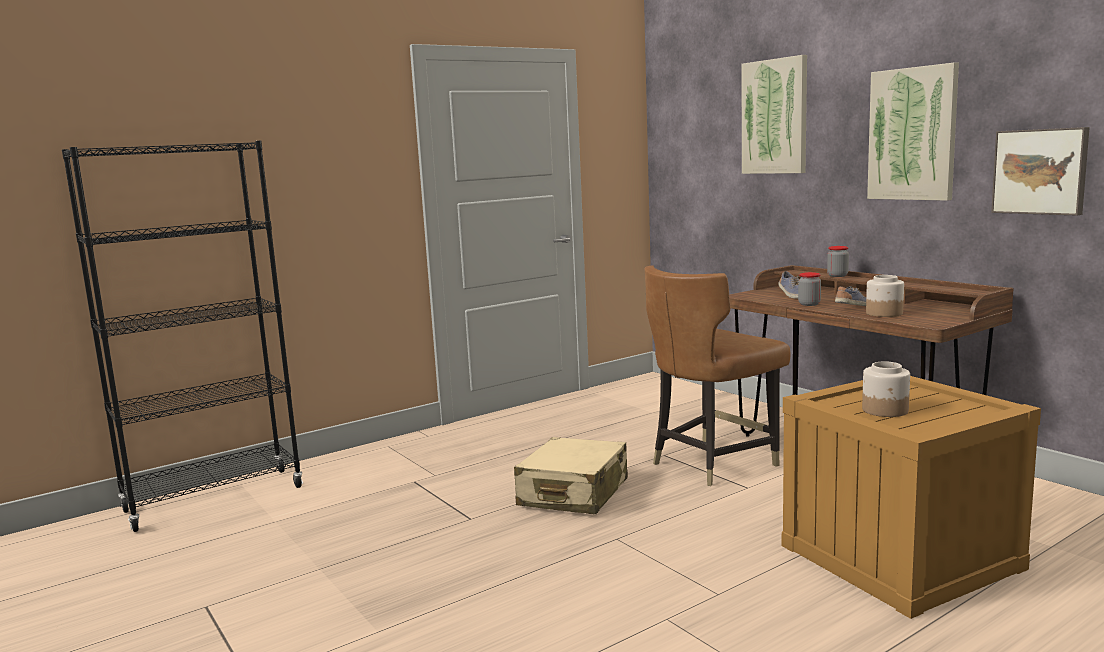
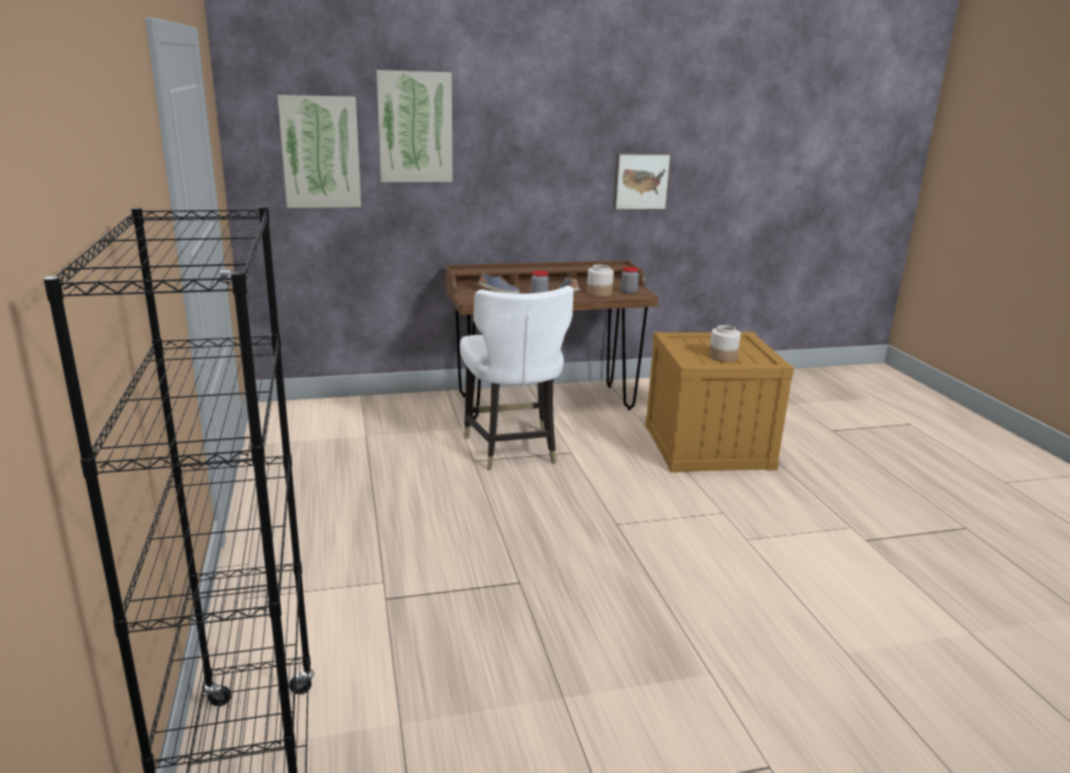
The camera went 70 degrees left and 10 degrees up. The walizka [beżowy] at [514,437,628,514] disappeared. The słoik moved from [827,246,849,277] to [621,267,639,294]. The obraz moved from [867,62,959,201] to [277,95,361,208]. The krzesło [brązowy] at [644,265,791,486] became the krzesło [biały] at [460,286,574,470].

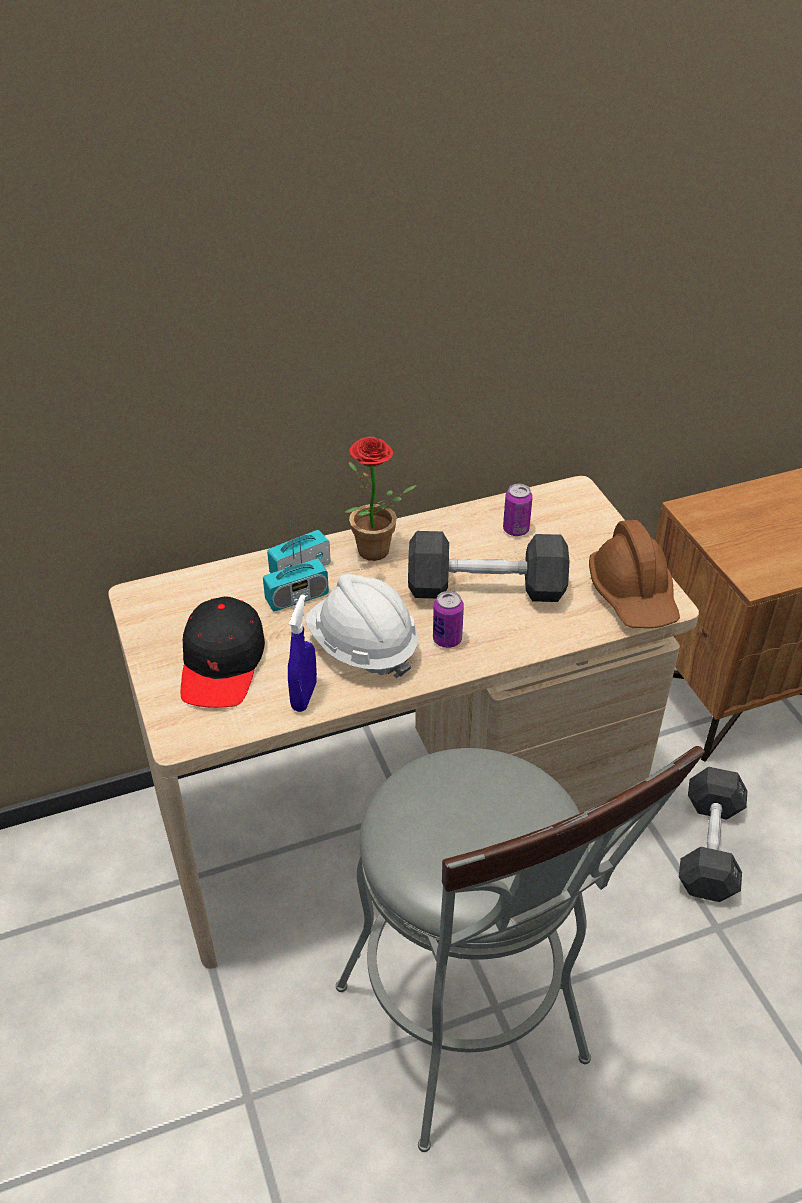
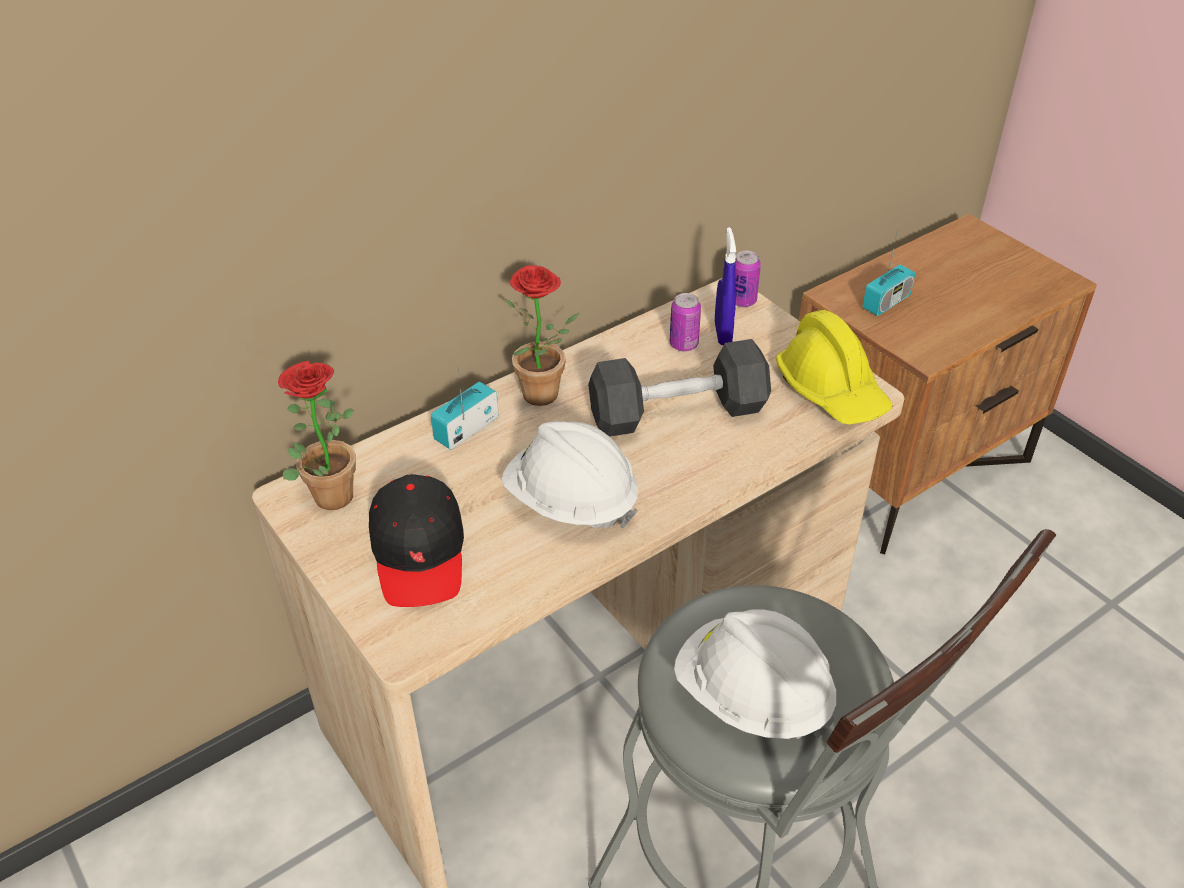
The camera went 15 degrees left and 0 degrees up. The hantel [szary] at [679,767,747,902] disappeared. The roślina doniczkowa at [278,361,356,510] appeared. The kask [biały] at [674,610,836,739] appeared. The radio moved from [263,521,329,612] to [862,224,915,316]. The spryskiwacz [niebieski] moved from [288,594,317,712] to [715,227,736,345]. The puszka moved from [433,591,464,648] to [735,251,761,307]. The kask [brązowy] at [589,520,680,628] became the kask [żółty] at [776,310,893,424].

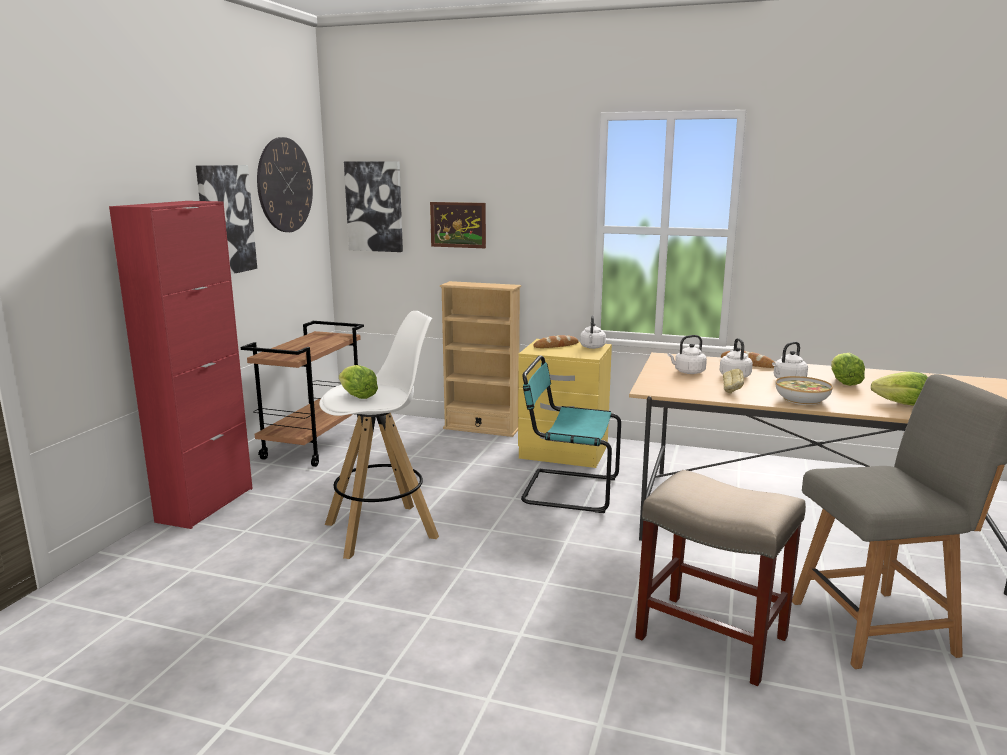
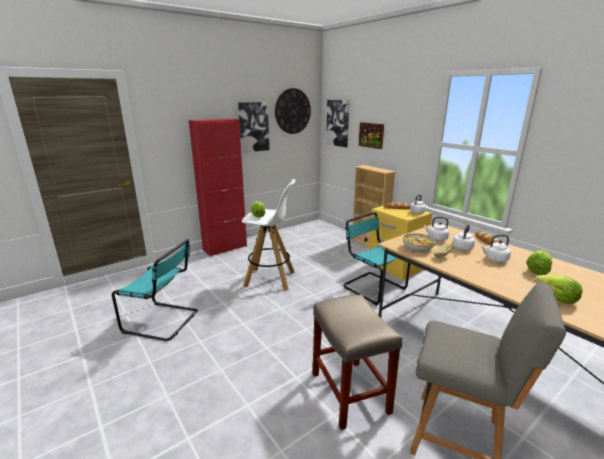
The camera went 35 degrees right and 5 degrees up. The wózek [brązowy] at [241,321,364,467] disappeared. The krzesło [turkusowy] at [112,239,198,341] appeared. The miska moved from [776,376,833,405] to [403,233,436,253].

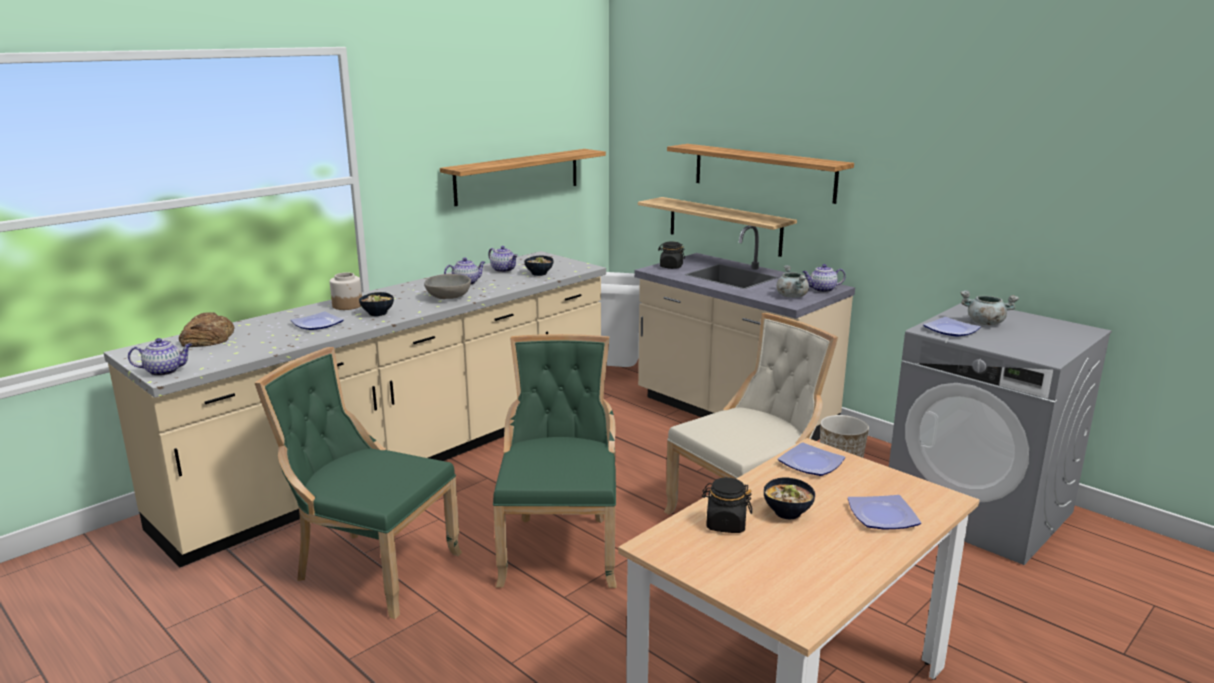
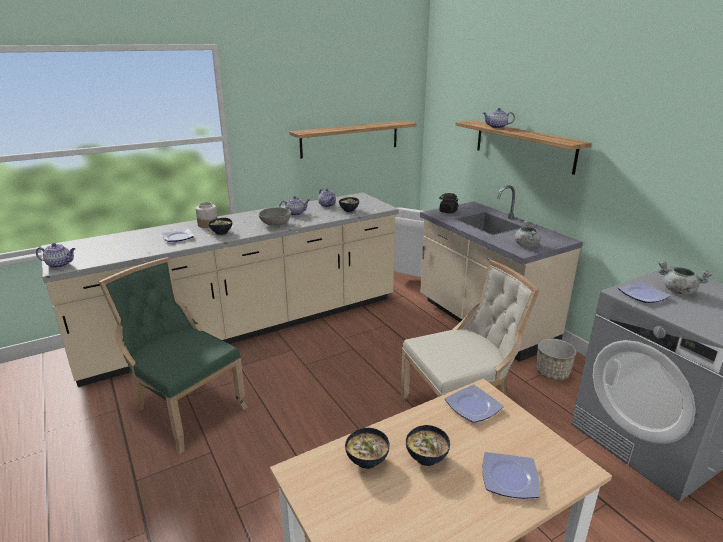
The camera went 15 degrees right and 5 degrees up. The chleb at [179,312,234,347] disappeared. The krzesło [zielony] at [493,334,617,588] disappeared. The półka at [638,197,797,257] disappeared. The imbryk moved from [803,264,846,292] to [483,108,515,129]. The słoik [czarny] at [702,477,752,533] was replaced by the miska at [345,428,390,469].

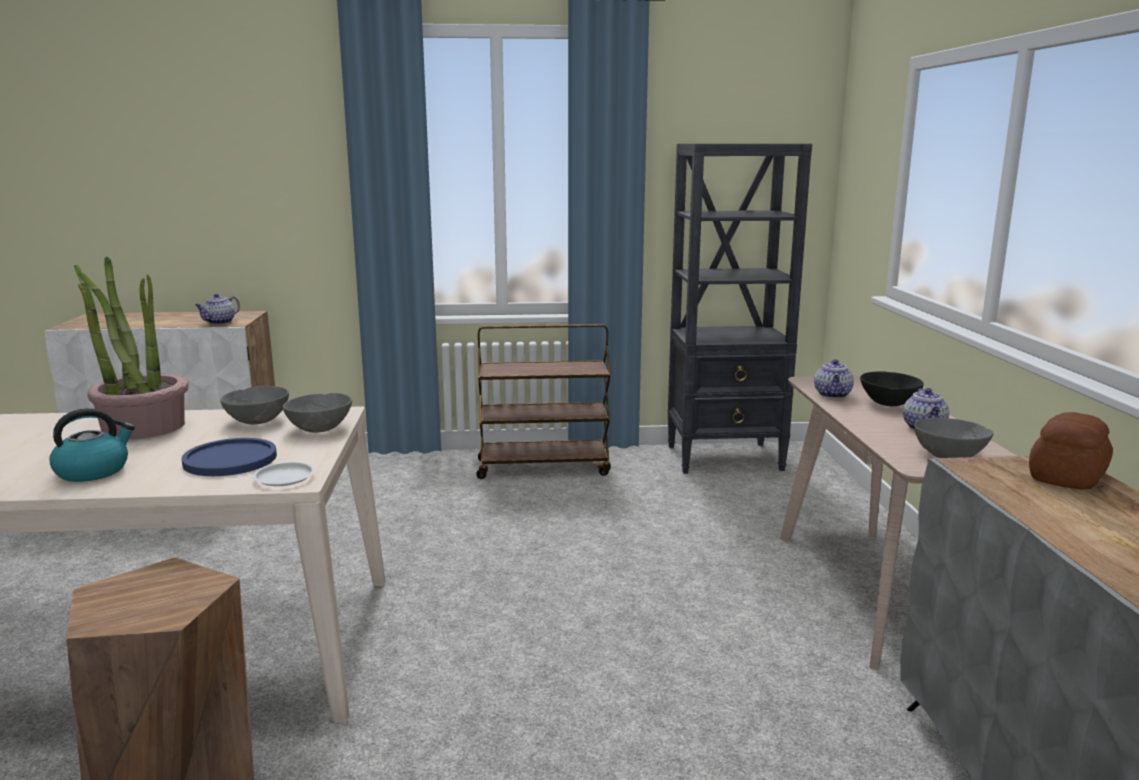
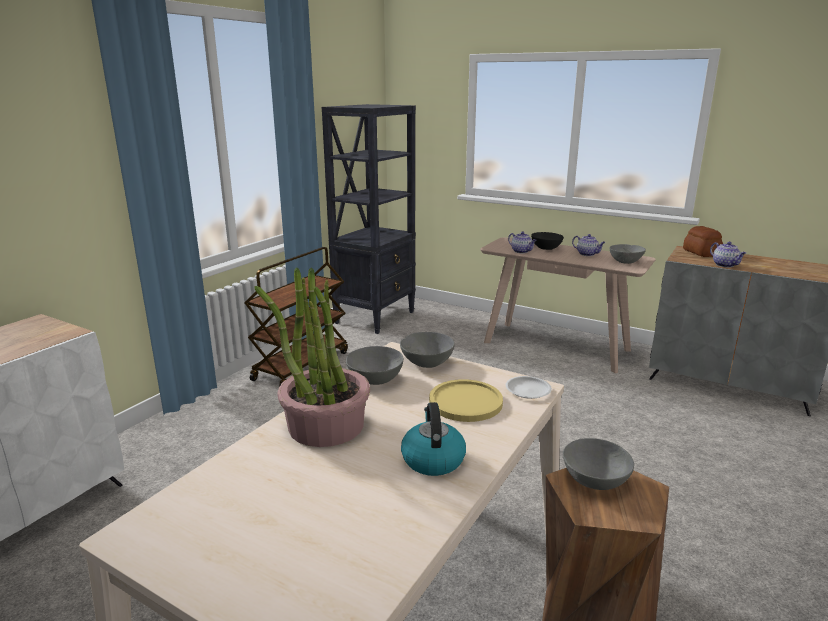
The camera went 55 degrees left and 5 degrees up. The miska [szary] at [563,438,634,490] appeared. The imbryk moved from [195,293,240,324] to [710,242,746,268]. The talerz [niebieski] at [181,438,277,476] became the talerz [żółty] at [429,379,503,422].

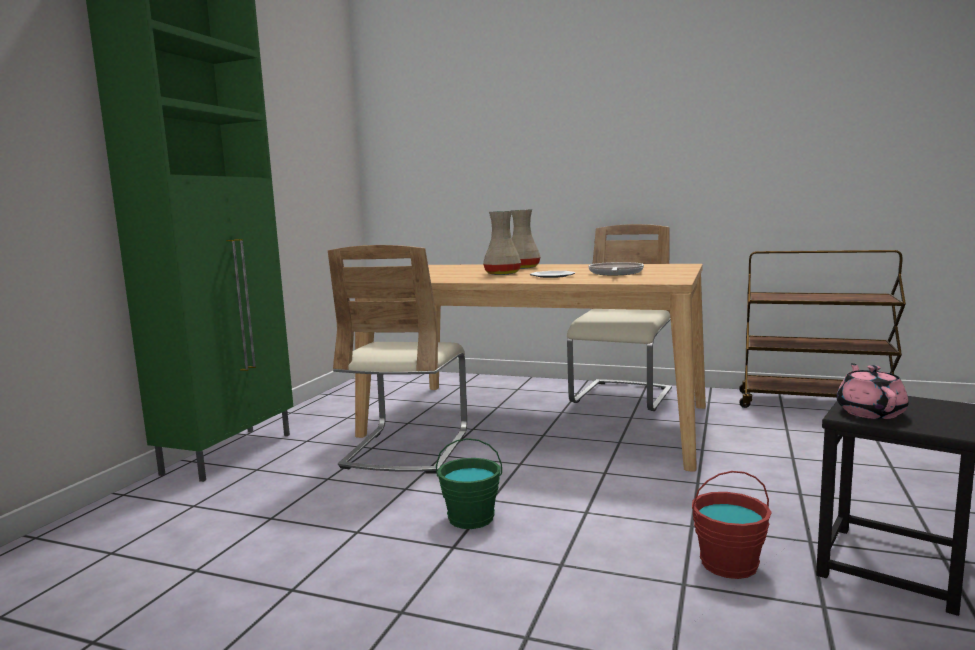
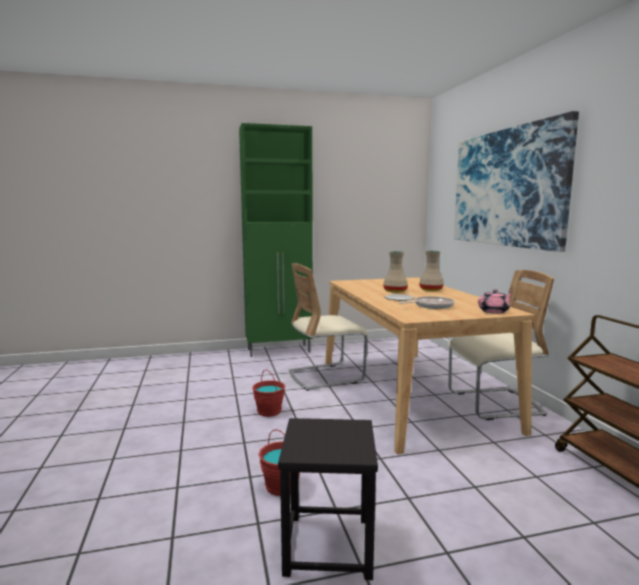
The camera went 55 degrees right and 0 degrees up. The obraz at [454,111,579,252] appeared. The imbryk [różowy] moved from [837,363,909,419] to [478,289,513,314]. The wiadro [zielony] at [436,438,502,529] became the wiadro [czerwony] at [252,369,285,417].

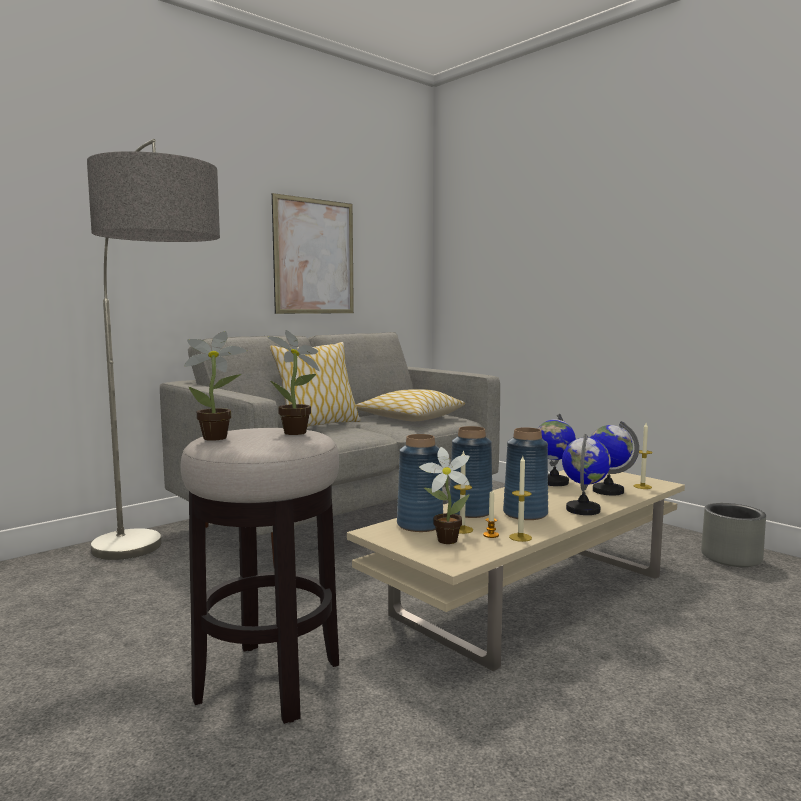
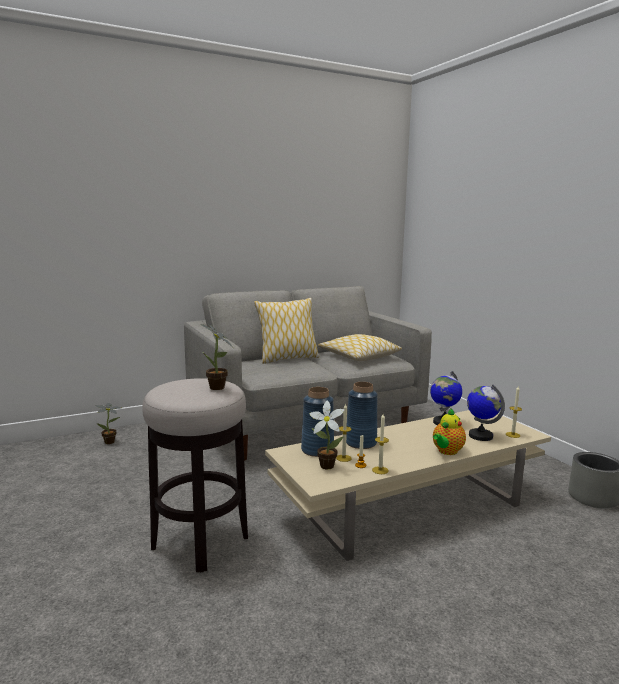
The camera went 15 degrees right and 5 degrees up. The lampa stojąca at [87,139,220,560] disappeared. The obraz at [272,193,354,314] disappeared. The wazon [niebieski] at [503,427,548,520] disappeared. The roślina doniczkowa moved from [184,331,247,441] to [95,403,121,444]. The globus at [562,434,611,515] was replaced by the imbryk at [433,408,466,455].

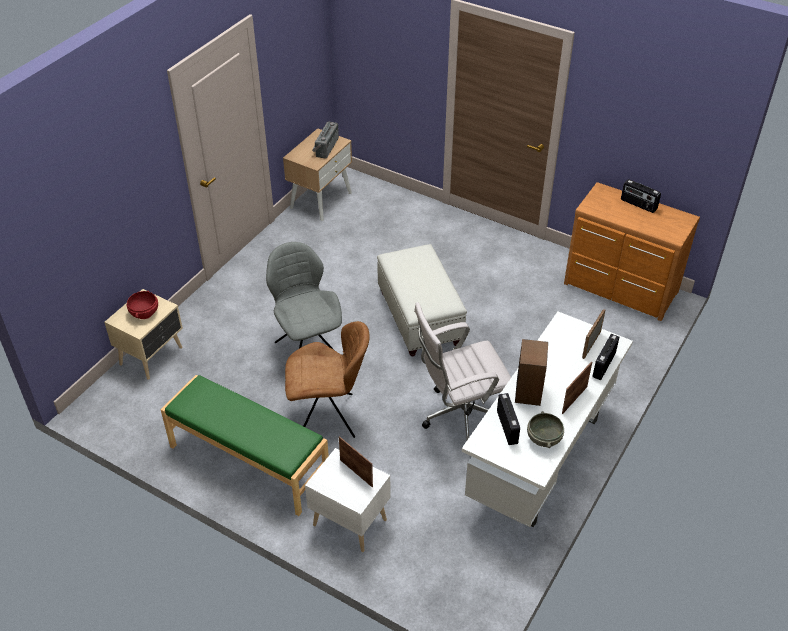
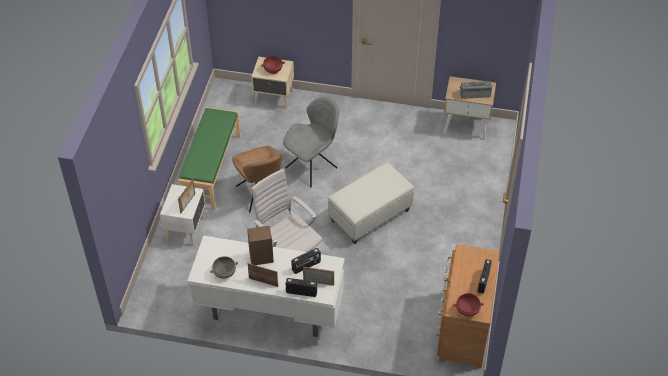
The camera went 70 degrees right and 5 degrees up. The miska [czerwony] at [453,293,484,317] appeared. The radio moved from [497,393,520,445] to [291,248,321,274].

